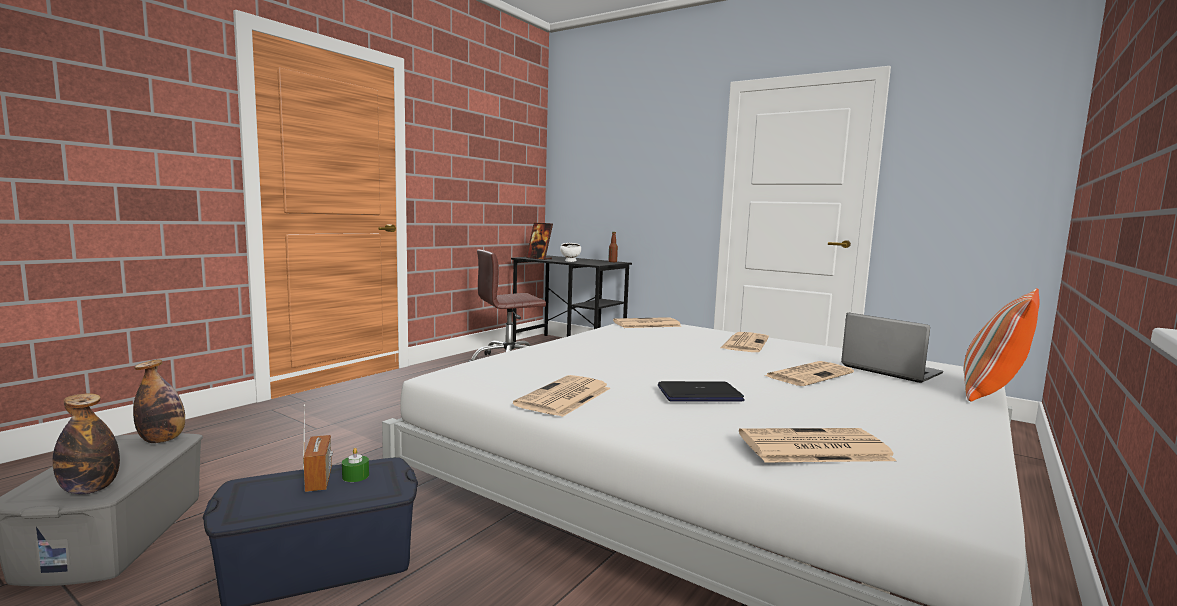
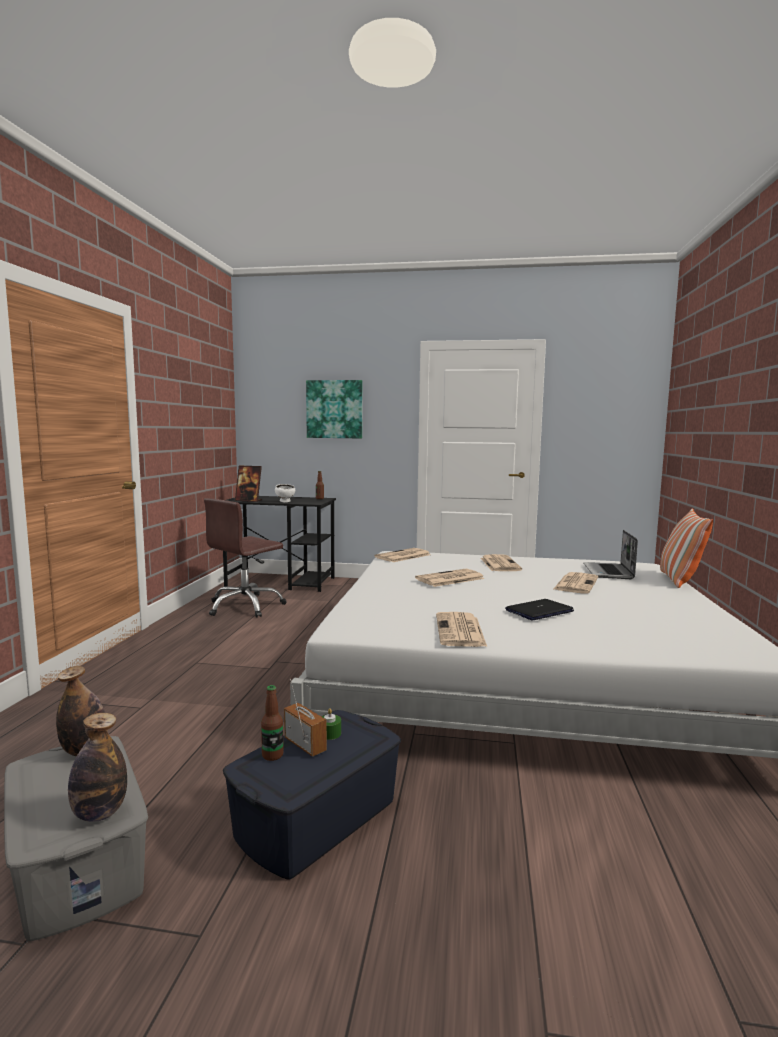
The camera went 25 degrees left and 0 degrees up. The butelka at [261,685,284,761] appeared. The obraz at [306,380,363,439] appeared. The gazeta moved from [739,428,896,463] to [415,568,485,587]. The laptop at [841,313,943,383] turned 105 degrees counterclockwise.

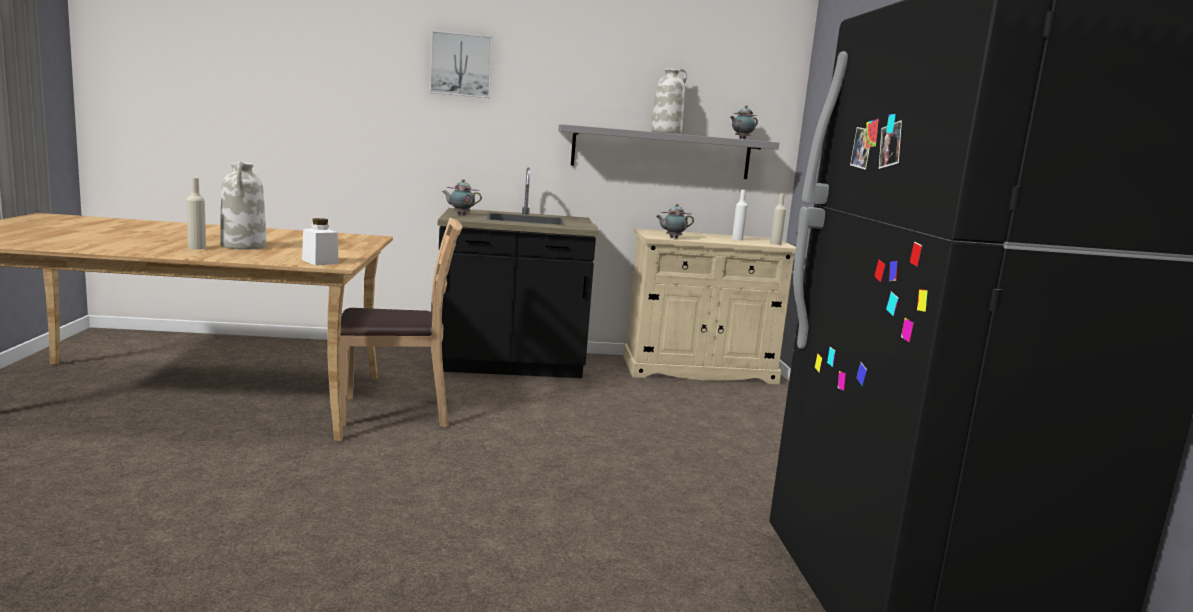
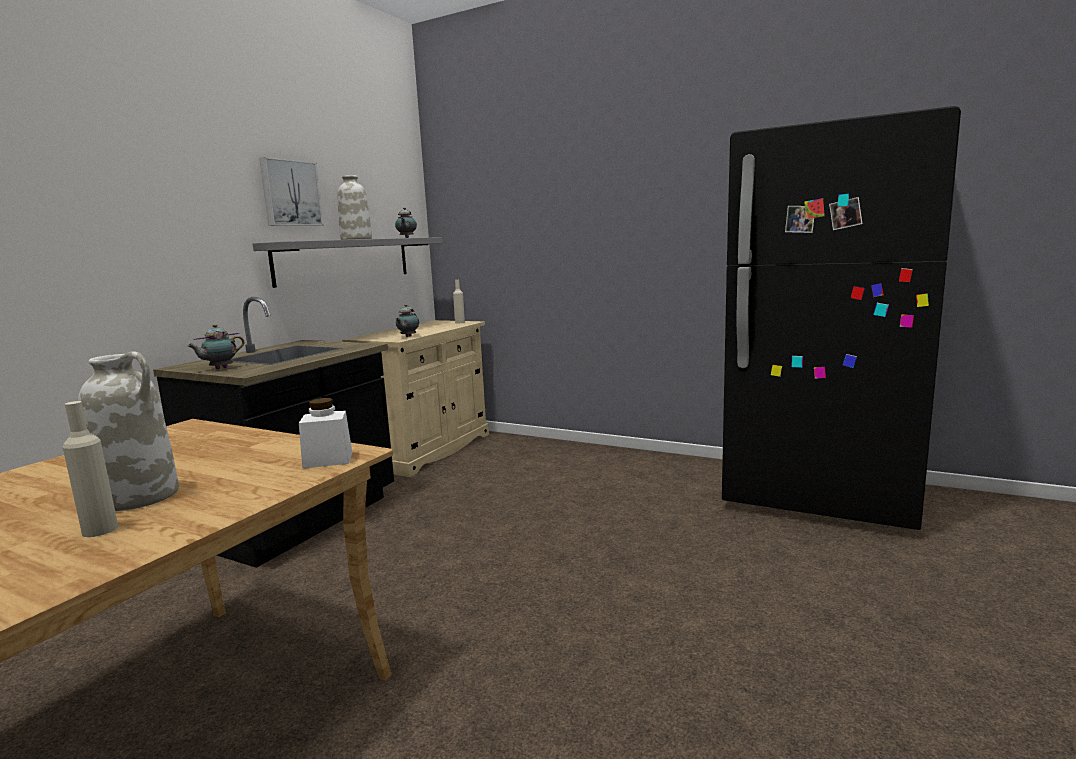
The camera went 55 degrees left and 0 degrees up. The krzesło [brązowy] at [340,217,462,427] disappeared. The butelka [biały] at [732,190,747,240] disappeared. The obraz moved from [429,30,493,98] to [259,157,324,226].

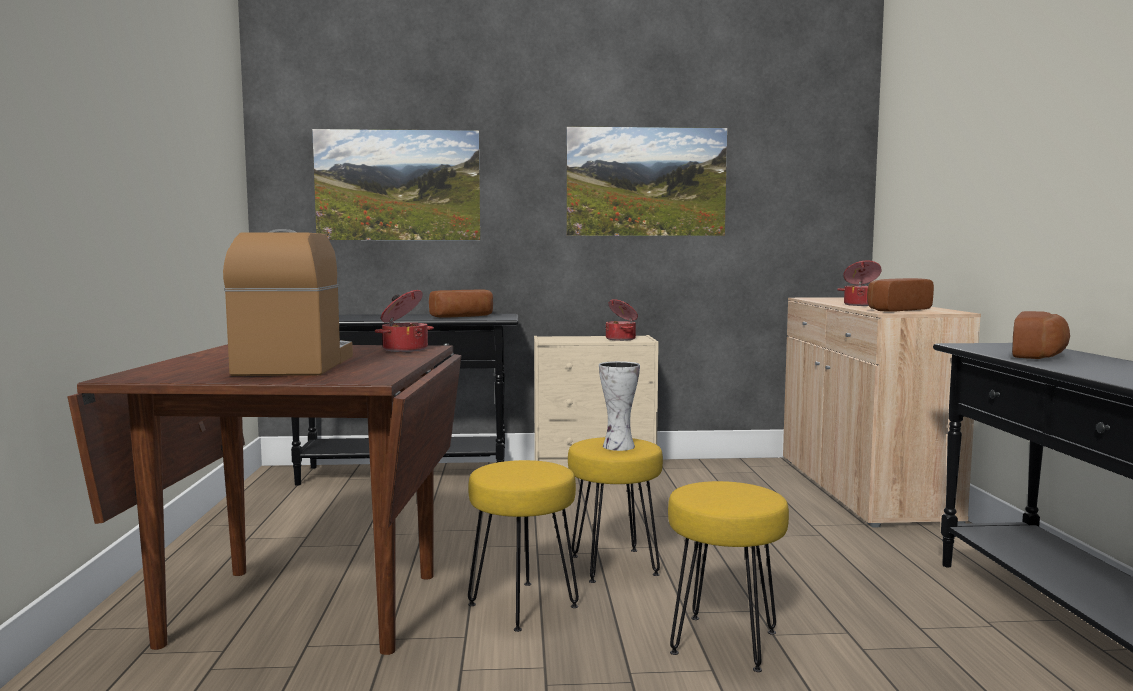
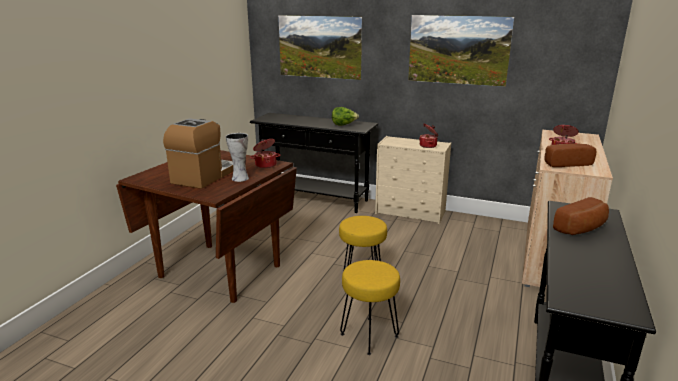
The camera went 25 degrees right and 15 degrees up. The stołek [żółty] at [468,460,579,632] disappeared. The wazon moved from [599,361,640,451] to [226,133,249,182]. The chleb at [429,289,493,318] was replaced by the sałata at [332,107,359,126].

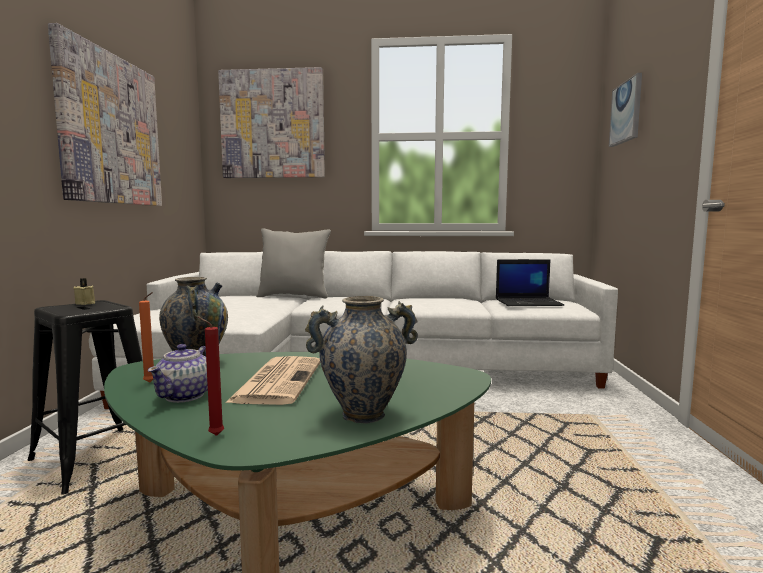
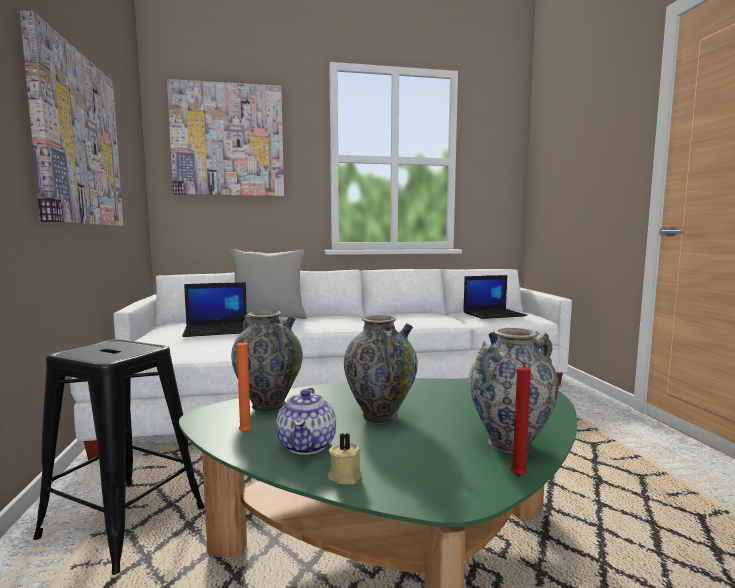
The camera went 15 degrees left and 0 degrees up. The obraz at [609,73,642,147] disappeared. The laptop at [182,282,247,337] appeared. The świeca [beżowy] moved from [73,278,95,305] to [328,433,362,484]. The świeca [czerwony] moved from [196,316,224,436] to [511,357,531,477]. The gazeta at [225,356,320,405] was replaced by the wazon at [344,315,418,424].

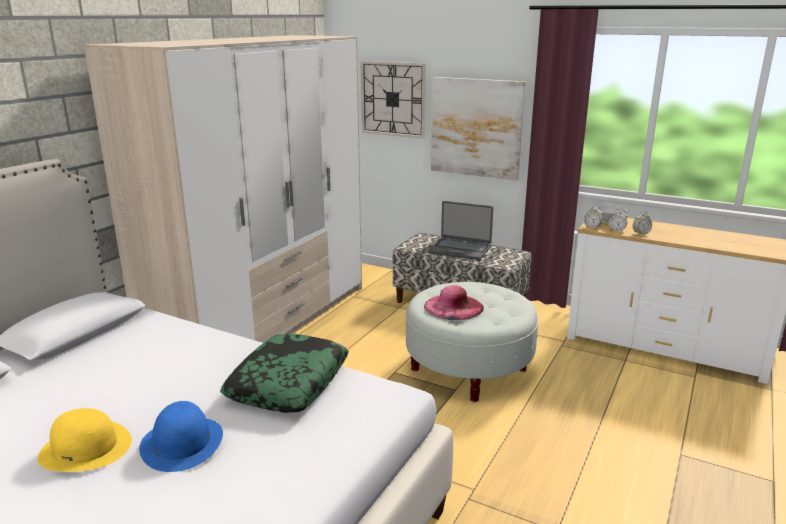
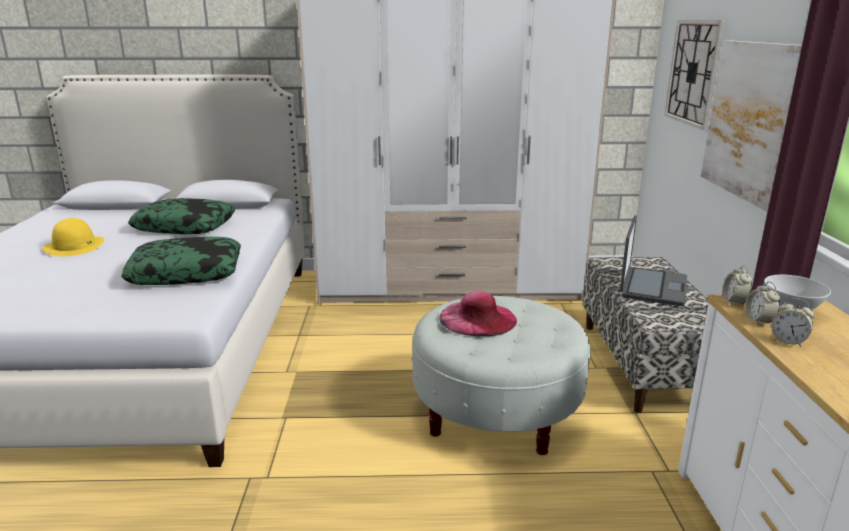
The camera went 60 degrees right and 0 degrees up. The kapelusz [niebieski] at [139,401,223,472] disappeared. The poduszka at [128,198,235,234] appeared. The laptop at [429,201,493,260] turned 150 degrees counterclockwise.

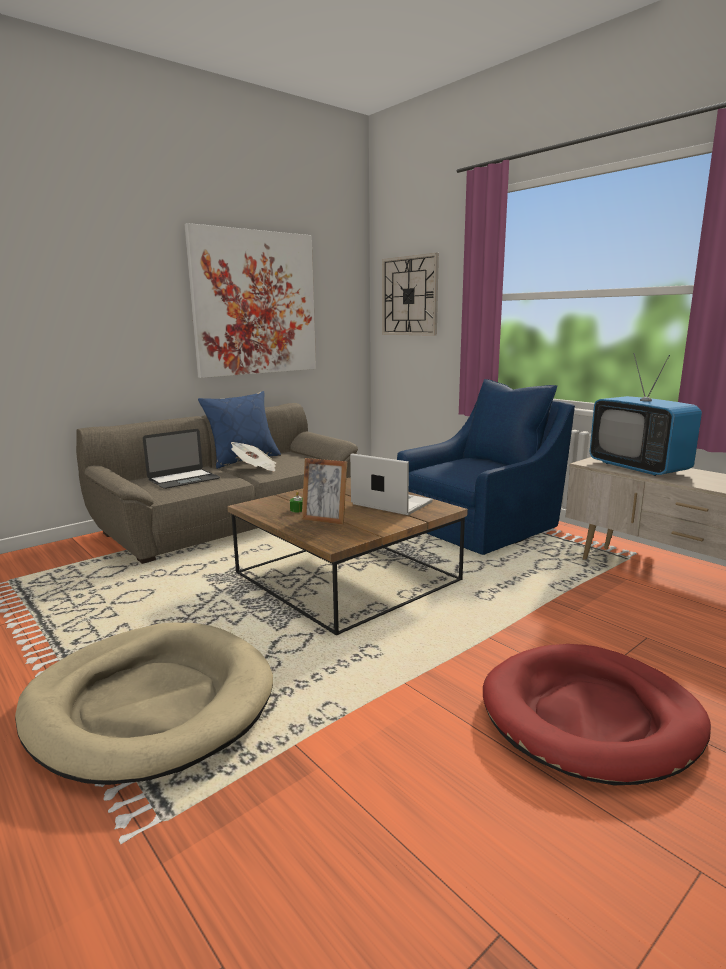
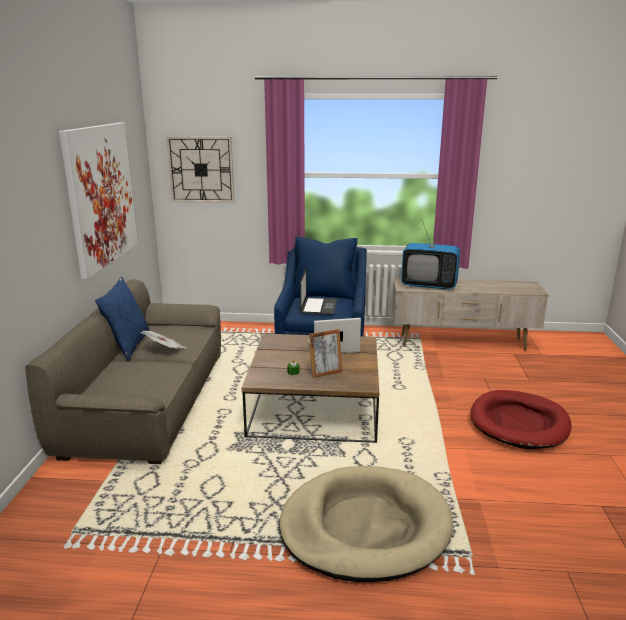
The camera went 45 degrees left and 5 degrees up. The laptop moved from [143,429,220,489] to [300,269,337,315].

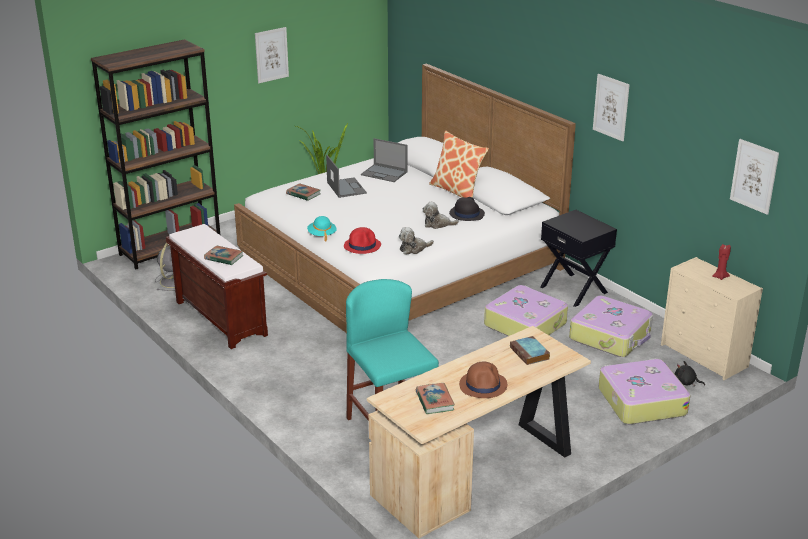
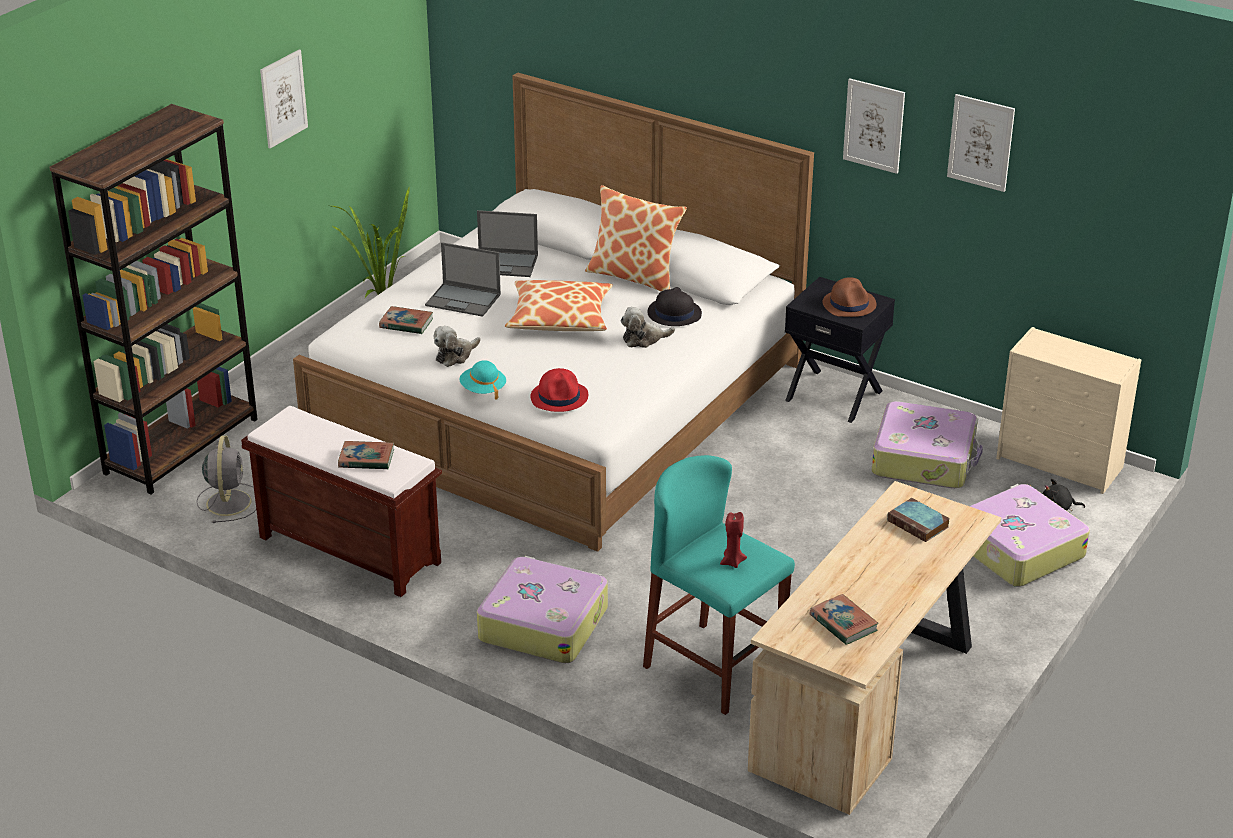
The camera went 20 degrees left and 5 degrees up. The poduszka at [505,280,613,331] appeared. The pluszak moved from [398,227,434,255] to [433,326,481,367]. The kapelusz [brązowy] moved from [459,362,507,398] to [823,277,877,317]. The walizka moved from [484,285,568,336] to [477,556,608,663]. The świeca [czerwony] moved from [712,244,731,280] to [720,512,747,568]. The obraz moved from [730,139,779,215] to [947,94,1015,192]. The laptop at [326,155,367,198] turned 150 degrees clockwise.

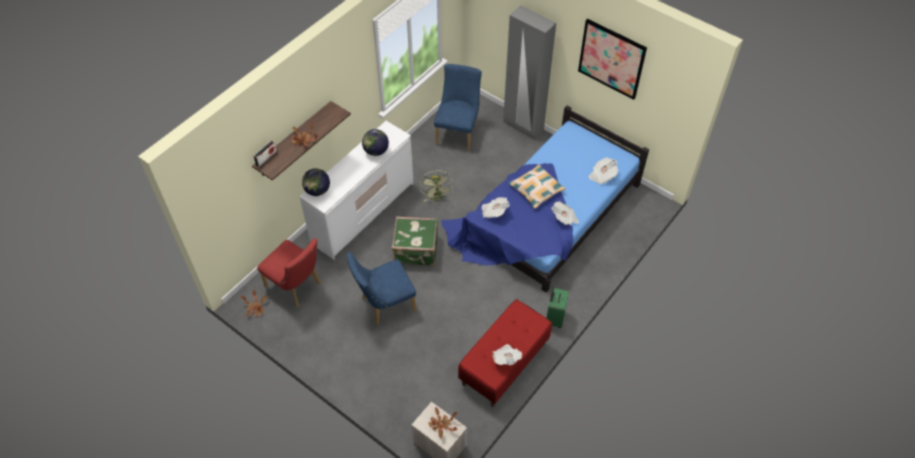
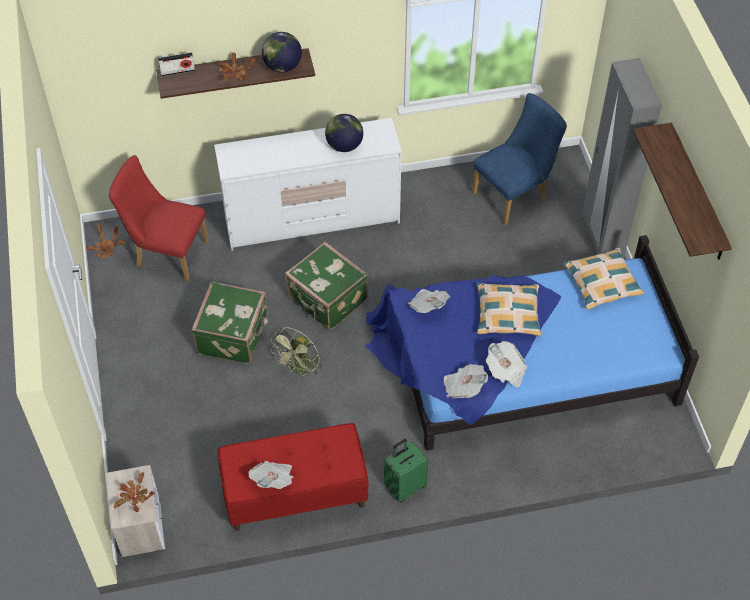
The camera went 40 degrees right and 0 degrees up. The poduszka at [563,248,644,309] appeared. The globus moved from [302,168,330,196] to [262,32,302,73]. The wentylator [zielony] moved from [419,170,453,202] to [270,327,322,376]. The gazeta moved from [589,157,618,185] to [443,364,488,398]. The krzesło [niebieski] at [347,252,416,325] was replaced by the walizka [zielony] at [192,281,269,364]. The obraz at [578,19,647,100] was replaced by the półka at [633,123,732,260]. The krzesło [czerwony] at [257,238,321,307] turned 120 degrees clockwise.

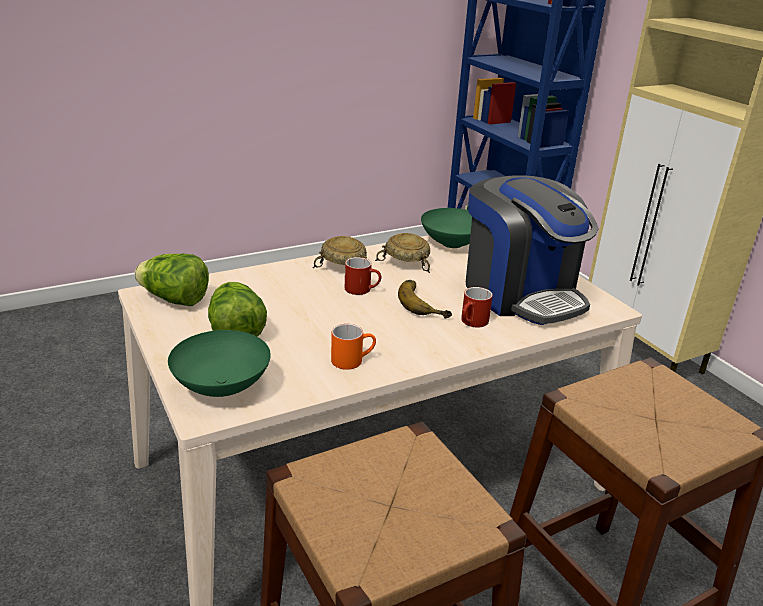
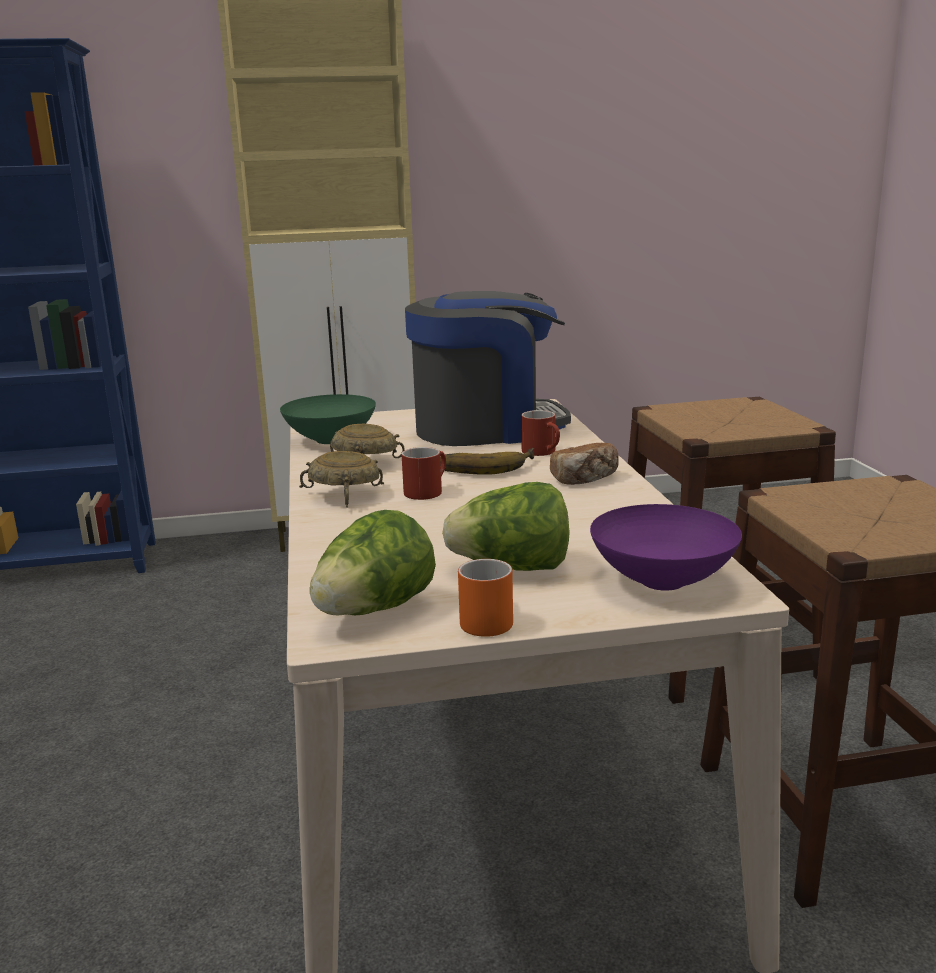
The camera went 70 degrees left and 10 degrees down. The chleb at [550,443,619,485] appeared. The kubek [pomarańczowy] moved from [331,324,376,370] to [458,559,513,637]. The miska [zielony] at [168,330,271,397] became the miska [fioletowy] at [590,504,742,591].

